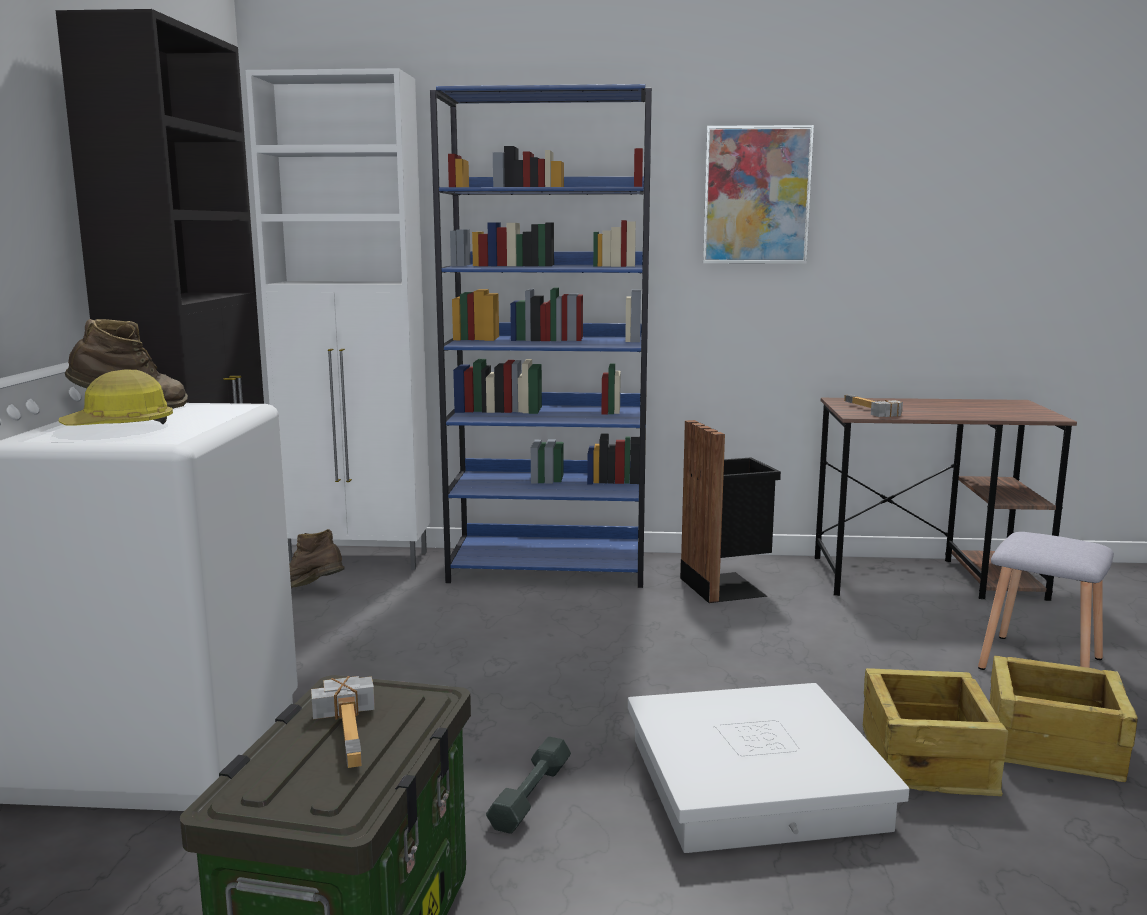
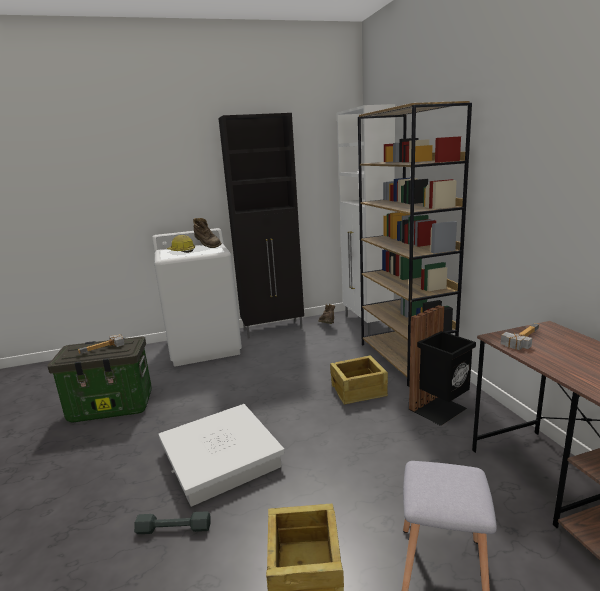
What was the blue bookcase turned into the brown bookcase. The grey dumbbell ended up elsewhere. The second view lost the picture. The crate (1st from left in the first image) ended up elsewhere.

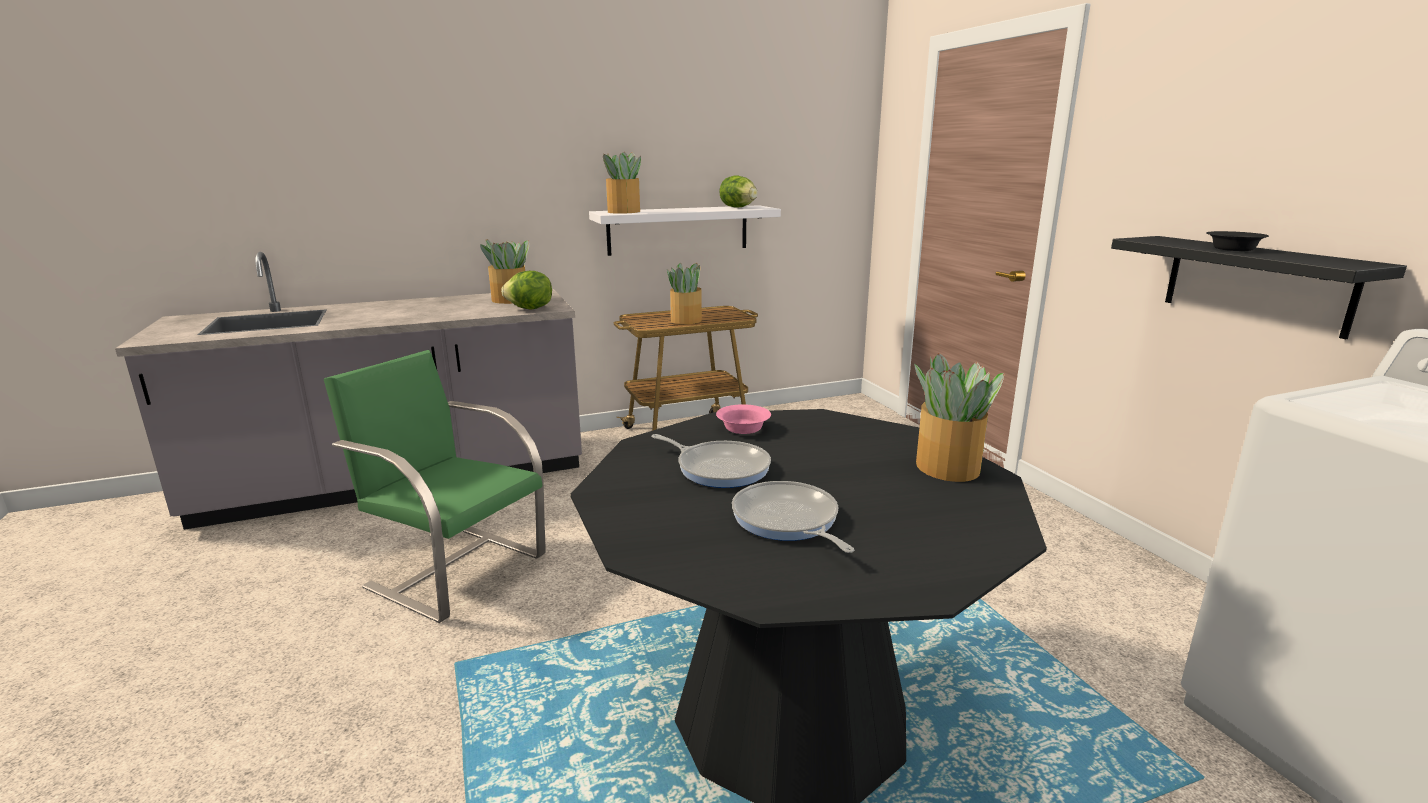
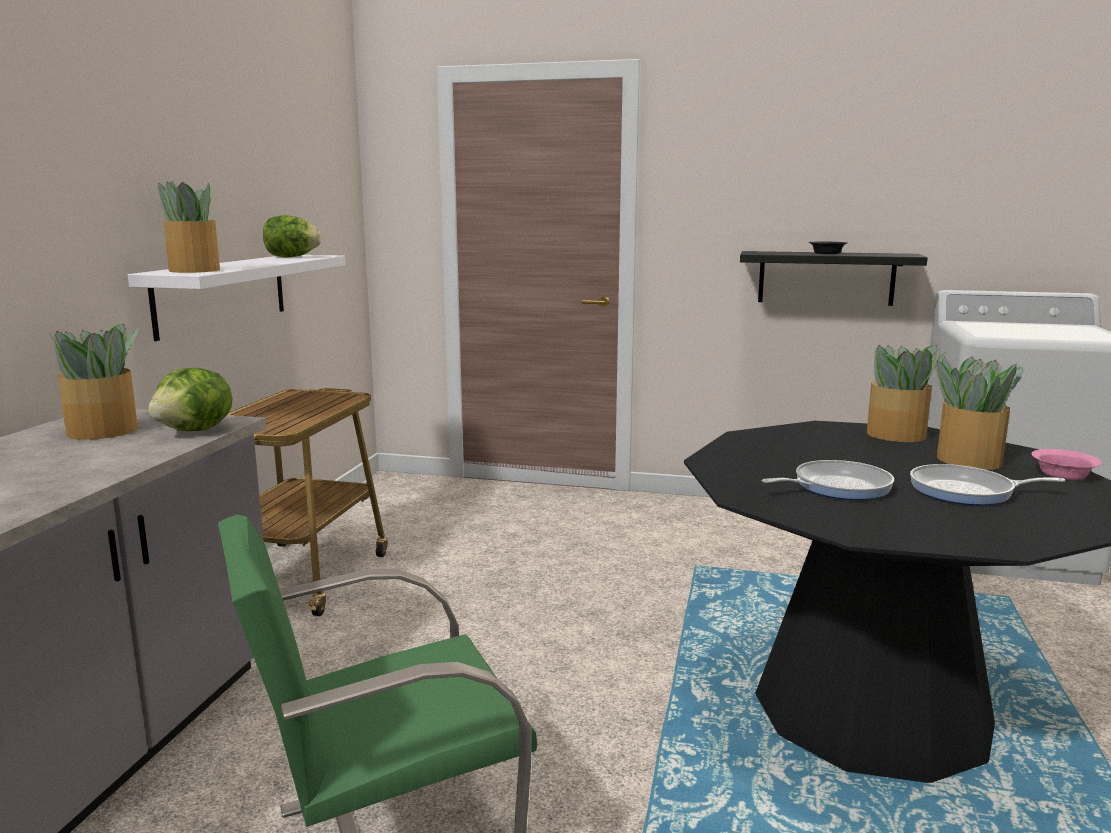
The potted plant (3rd from left in the first image) ended up elsewhere. The pink bowl ended up elsewhere.

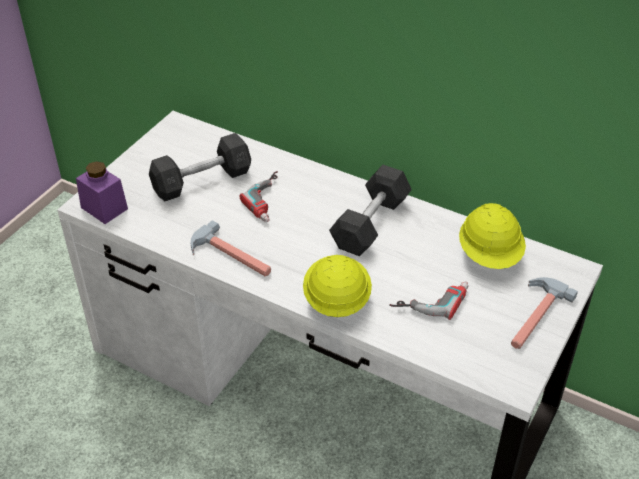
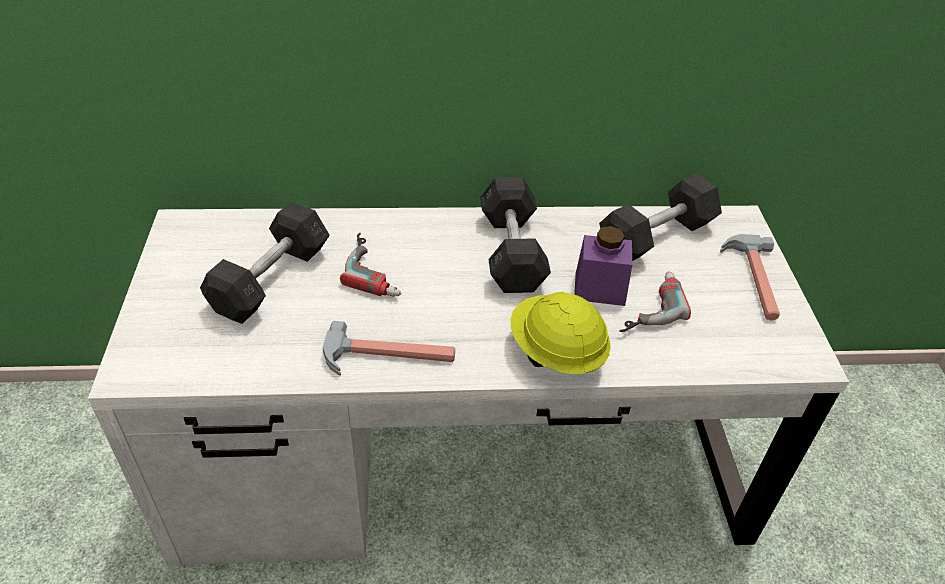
The purple jar ended up elsewhere. Where the yellow hard hat (2nd from left) stood, the grey dumbbell (3rd from left) came to stand.

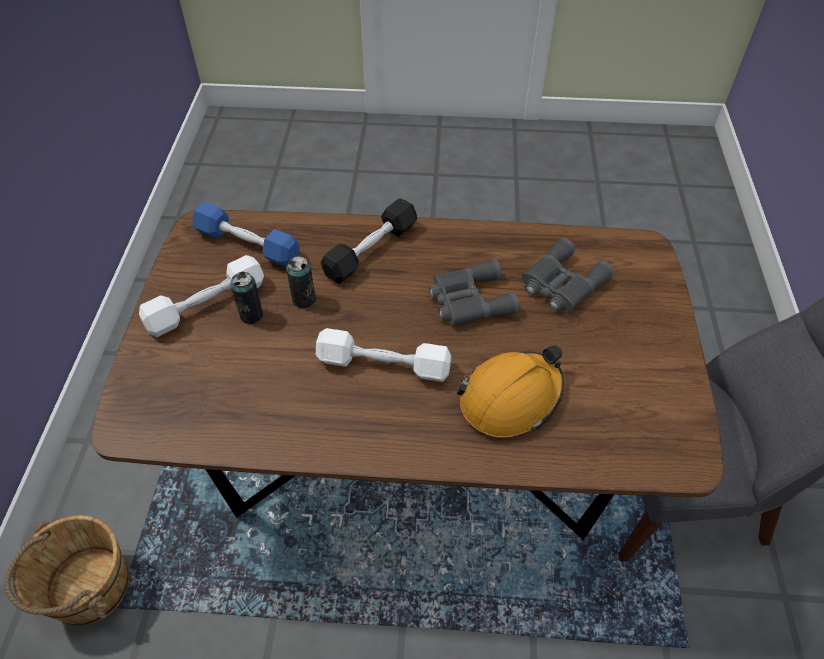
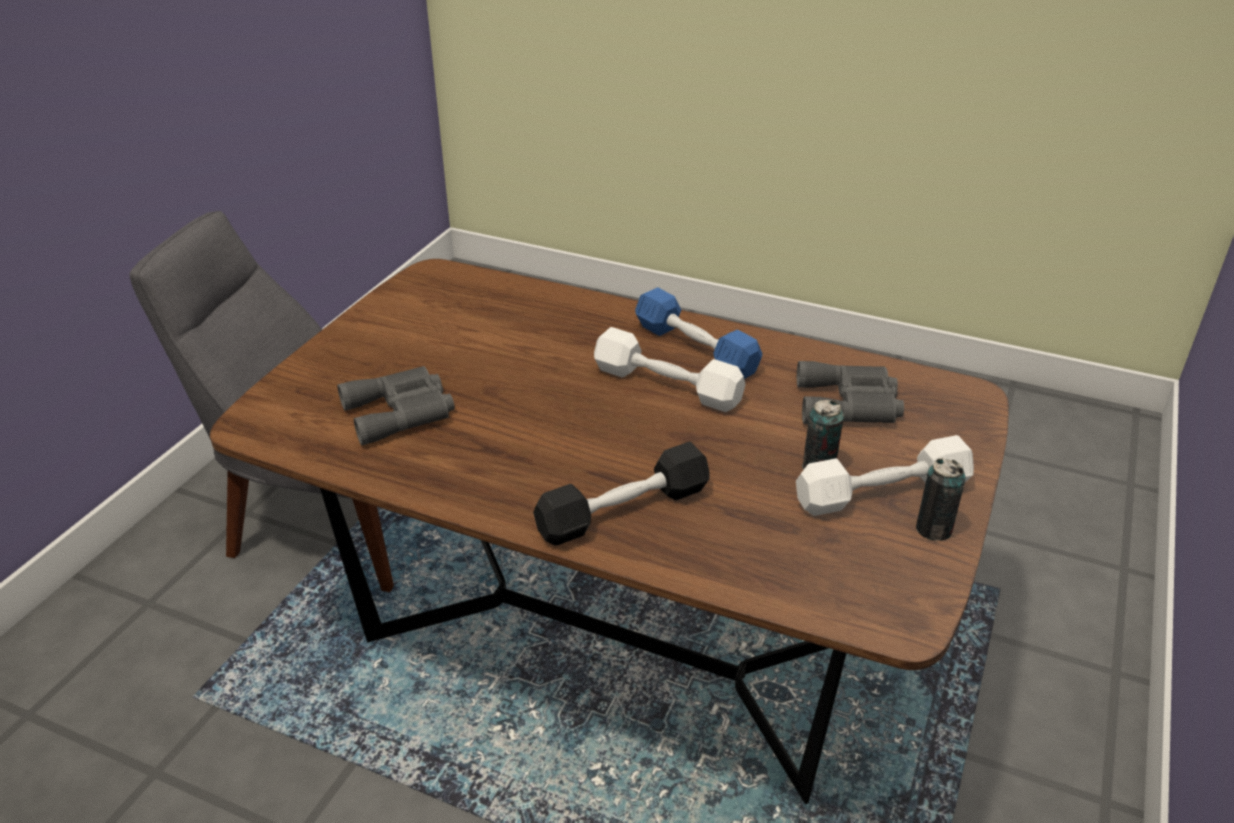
The second view lost the brown bucket. The blue dumbbell ended up elsewhere. The can (2nd from left) ended up elsewhere. The grey binoculars (1st from left in the first image) ended up elsewhere. The second view lost the orange hard hat.

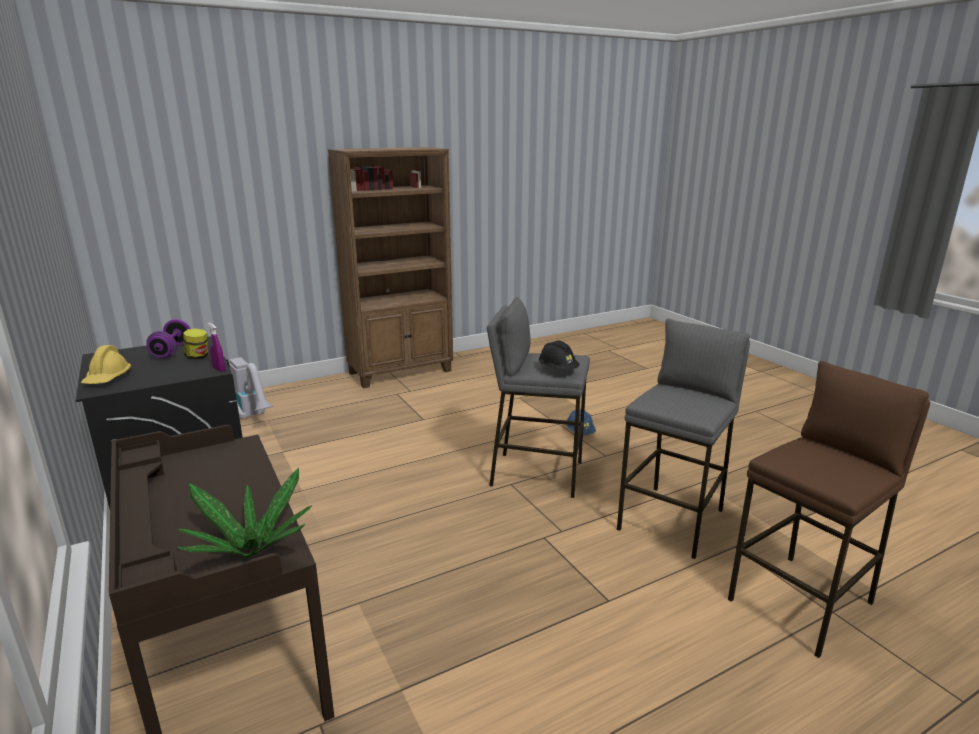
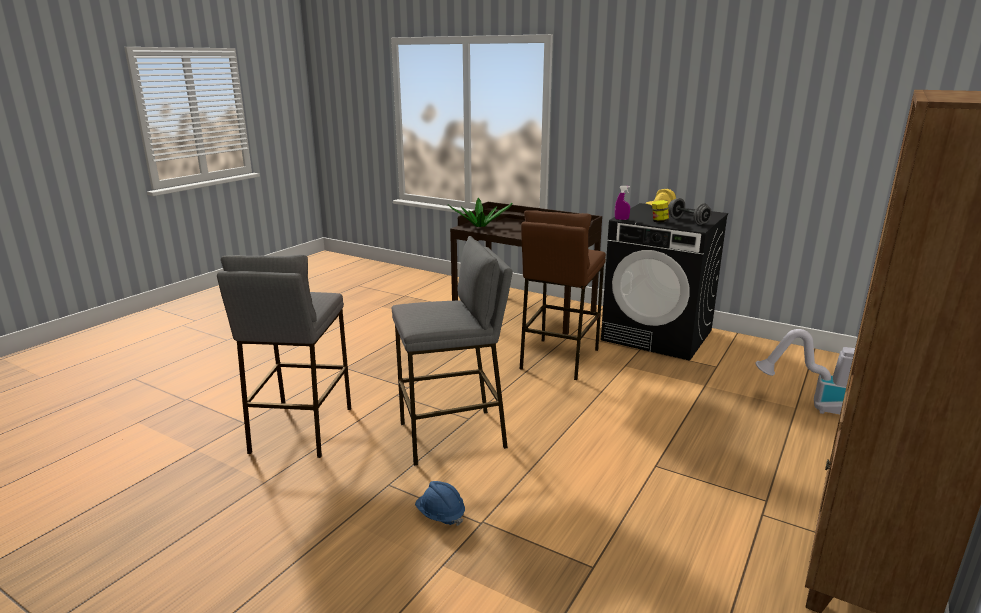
What was the purple dumbbell turned into the grey dumbbell. The second view lost the black hard hat. The brown stool ended up elsewhere.

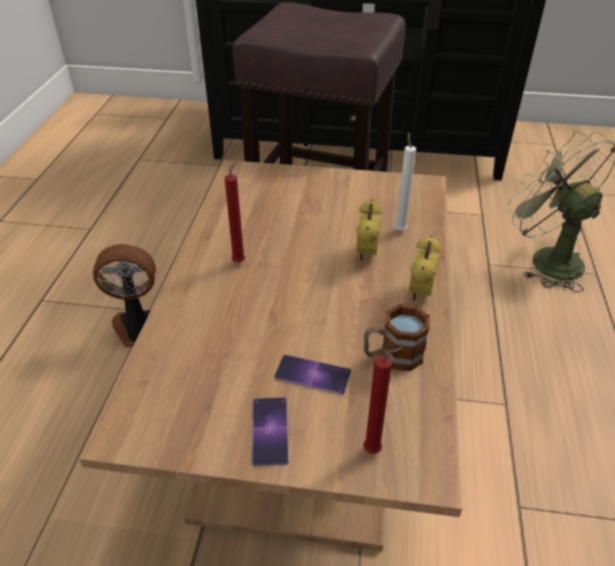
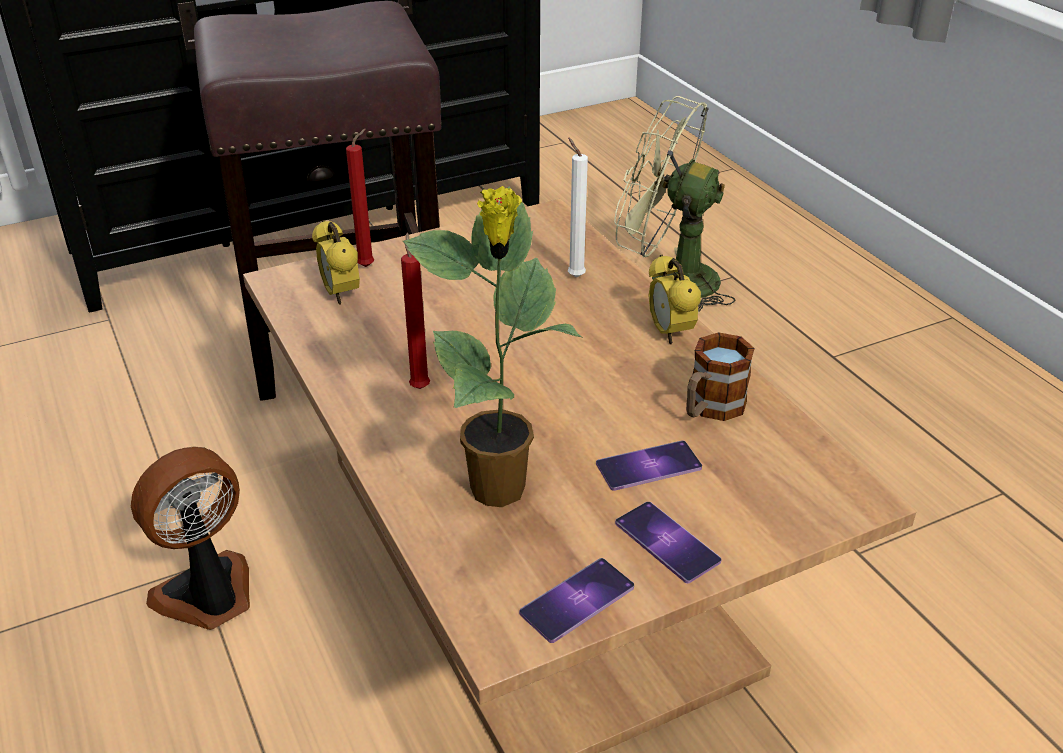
The alarm clock (1st from left) ended up elsewhere. The red candle (2nd from left in the first image) ended up elsewhere. The second view gained the potted plant. The second view gained the phone (1st from left).

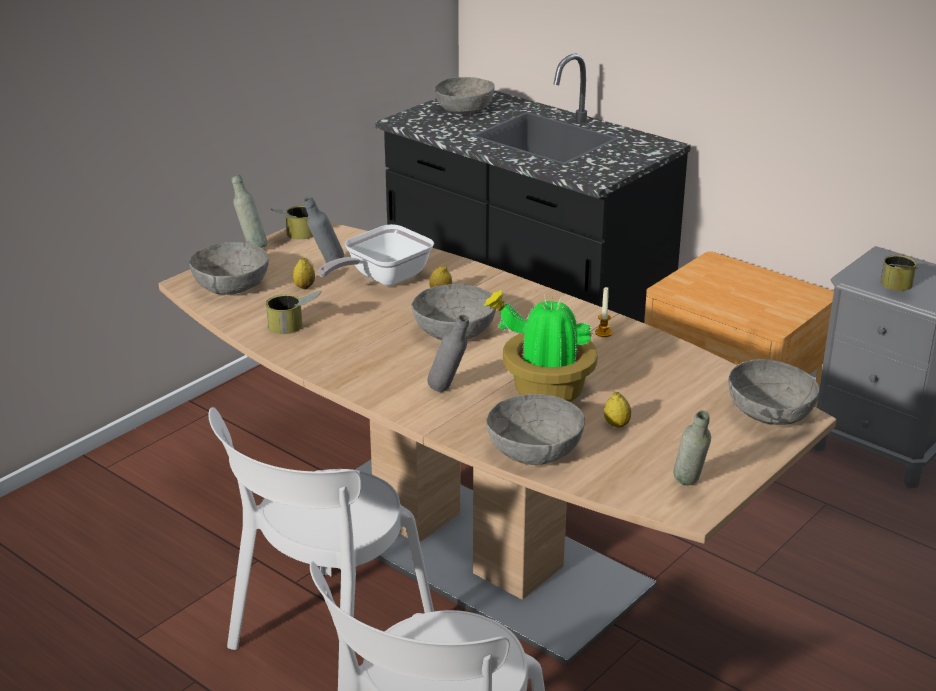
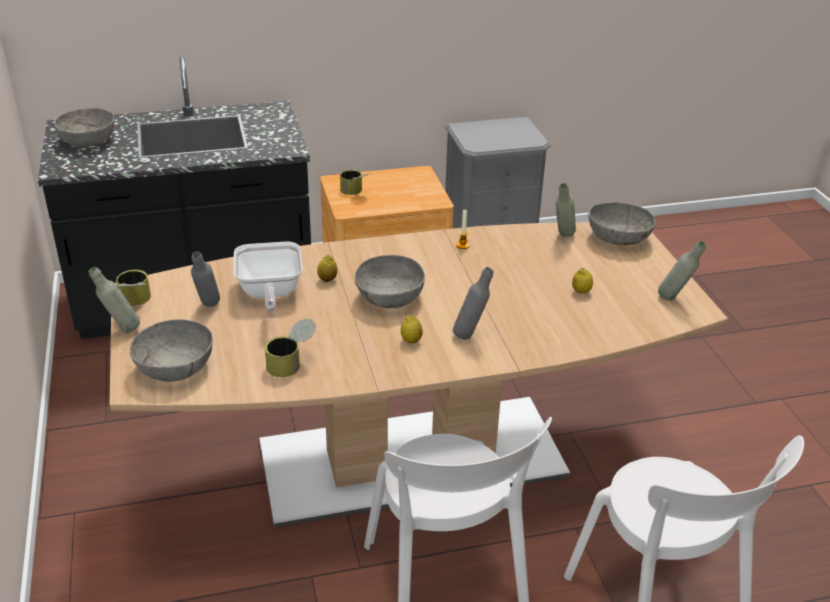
The lemon (1st from left in the first image) ended up elsewhere. The second view lost the potted plant. The second view lost the grey bowl (4th from left). The can (3rd from left) ended up elsewhere. The second view gained the grey bottle (4th from left).

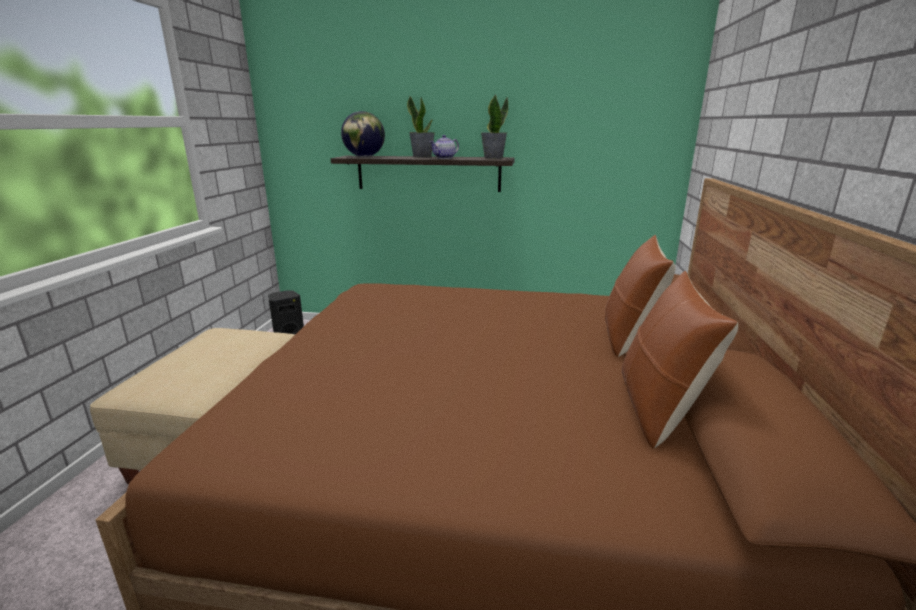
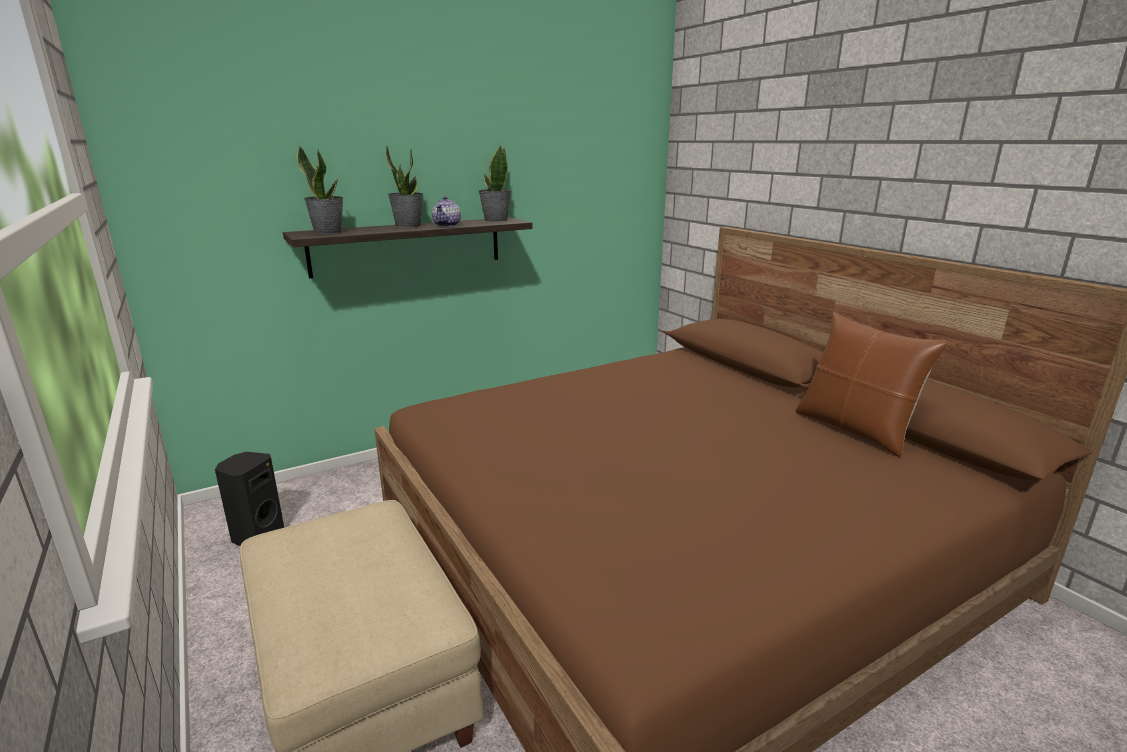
Where the globe stood, the potted plant (1st from left) came to stand. The second view lost the brown pillow (1st from left).

